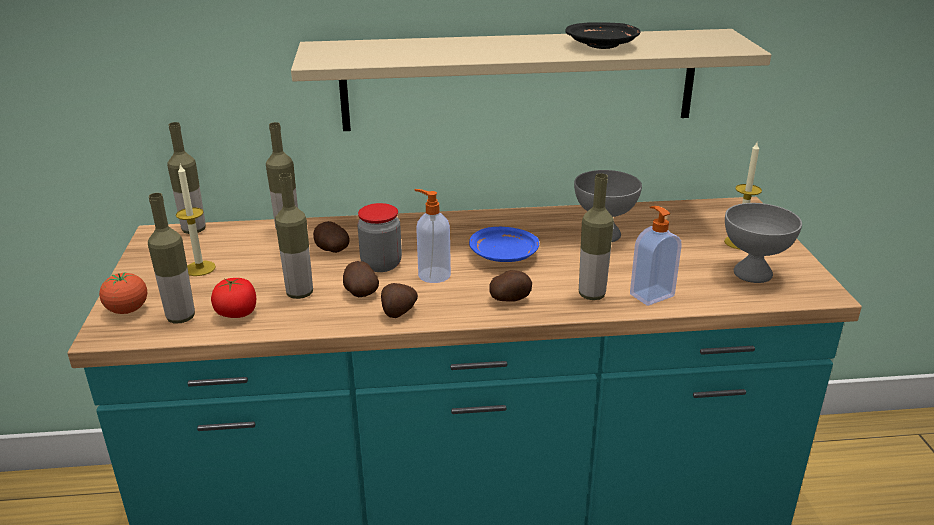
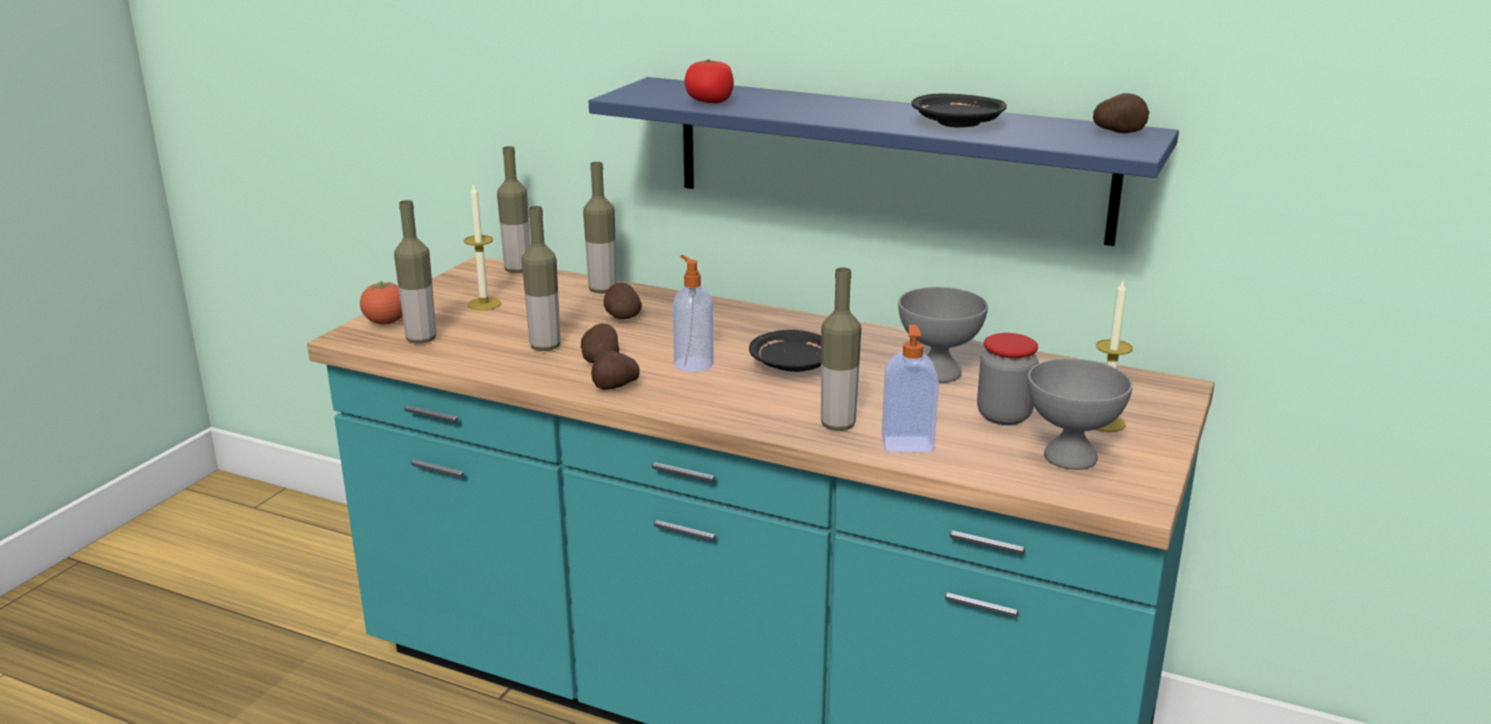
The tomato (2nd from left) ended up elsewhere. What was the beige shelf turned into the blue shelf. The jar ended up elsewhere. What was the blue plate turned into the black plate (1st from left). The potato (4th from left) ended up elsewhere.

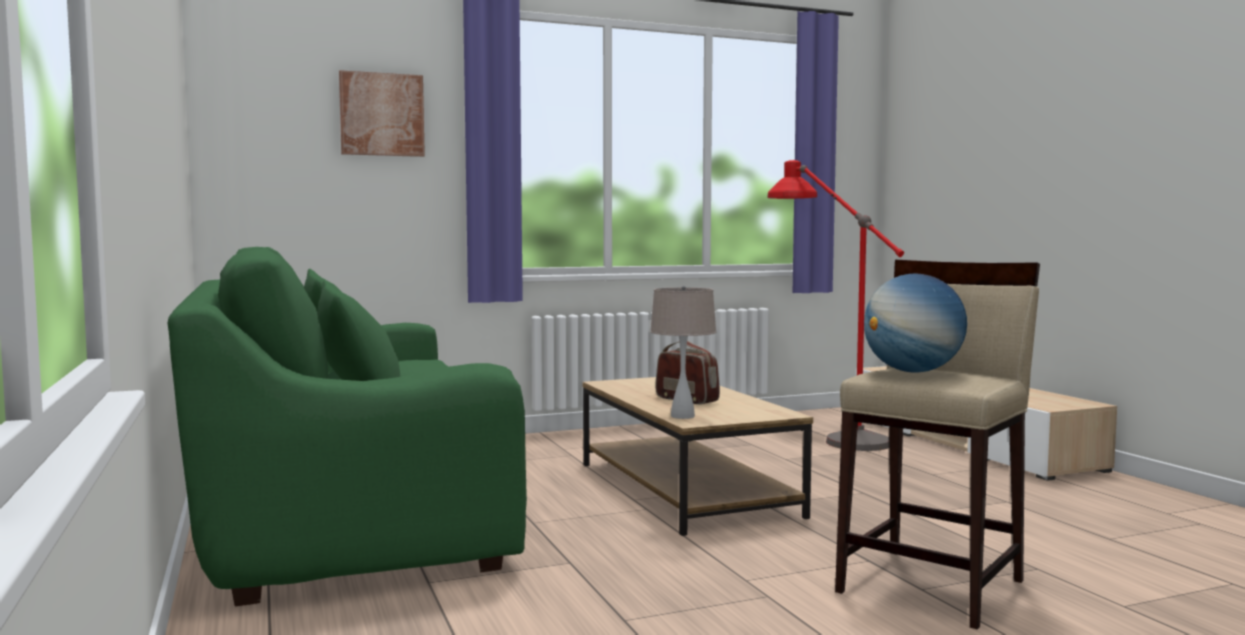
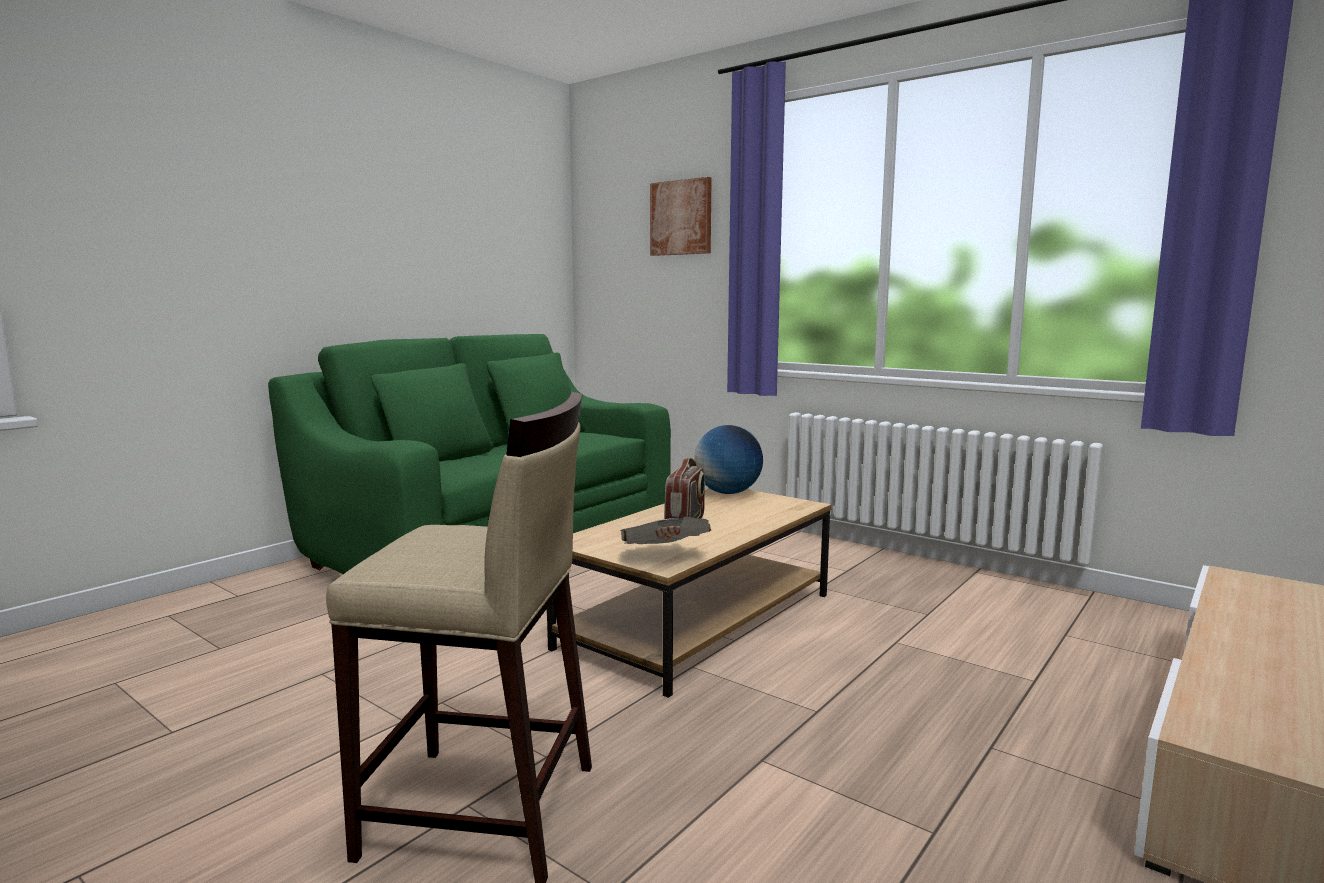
The second view lost the beige table lamp. The second view lost the red floor lamp. The globe ended up elsewhere. The second view gained the newspaper.

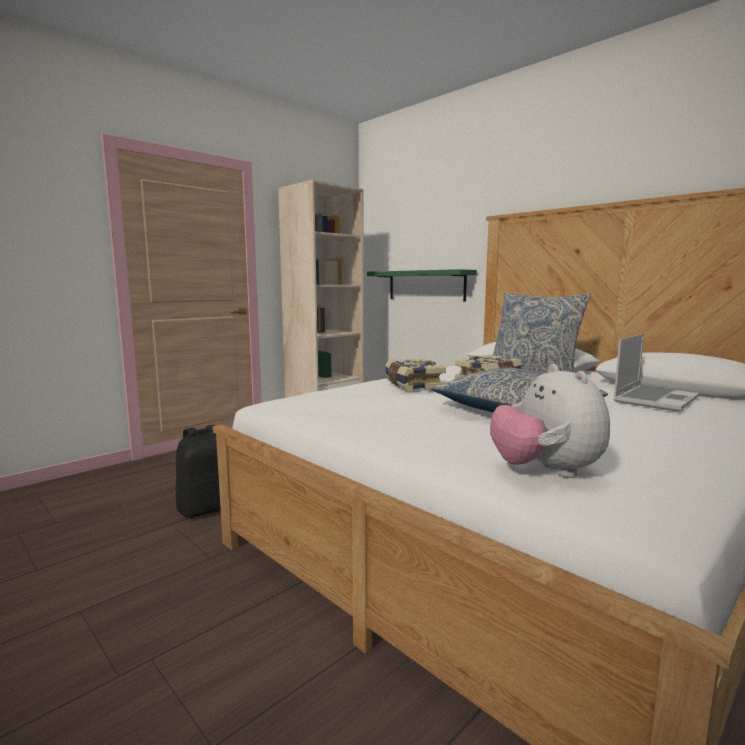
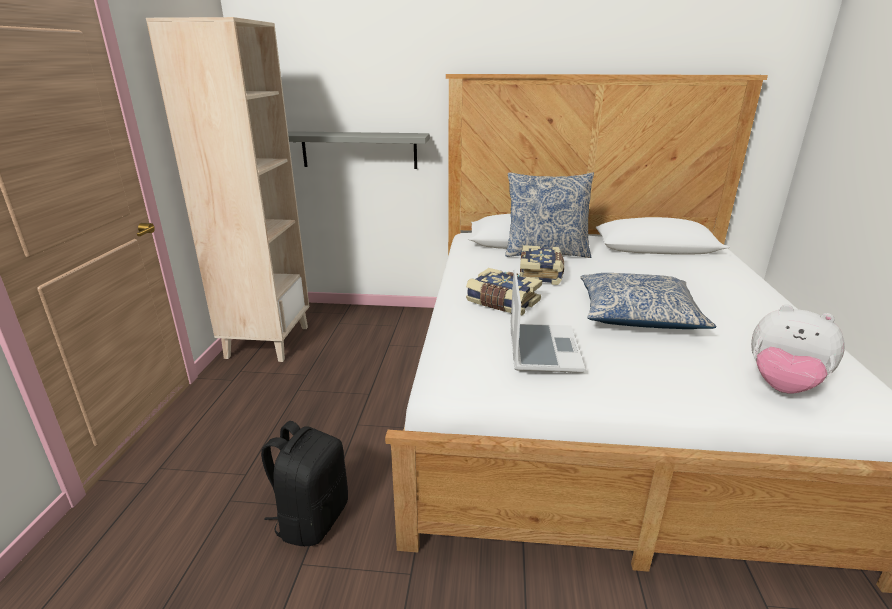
What was the green shelf turned into the grey shelf. The laptop ended up elsewhere.

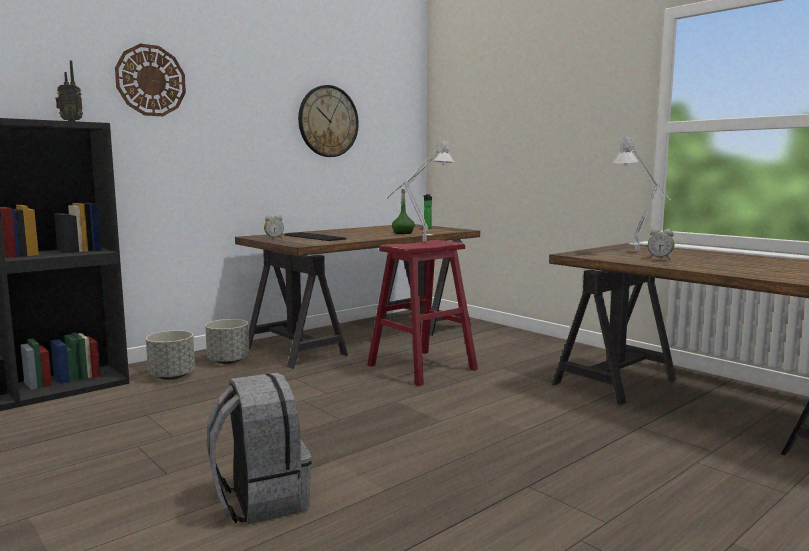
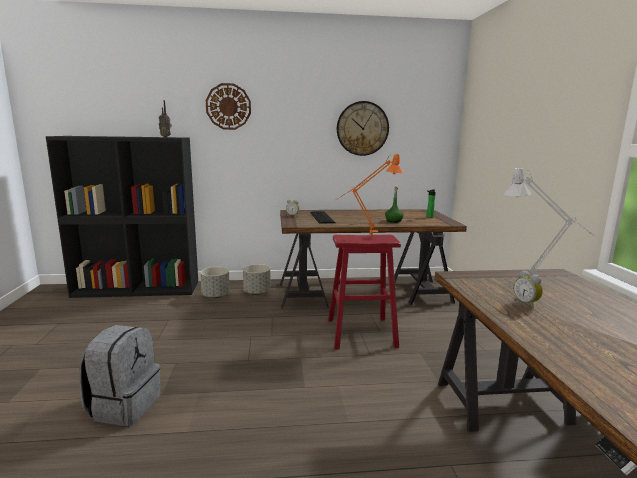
What was the grey table lamp (1st from left) turned into the orange table lamp.

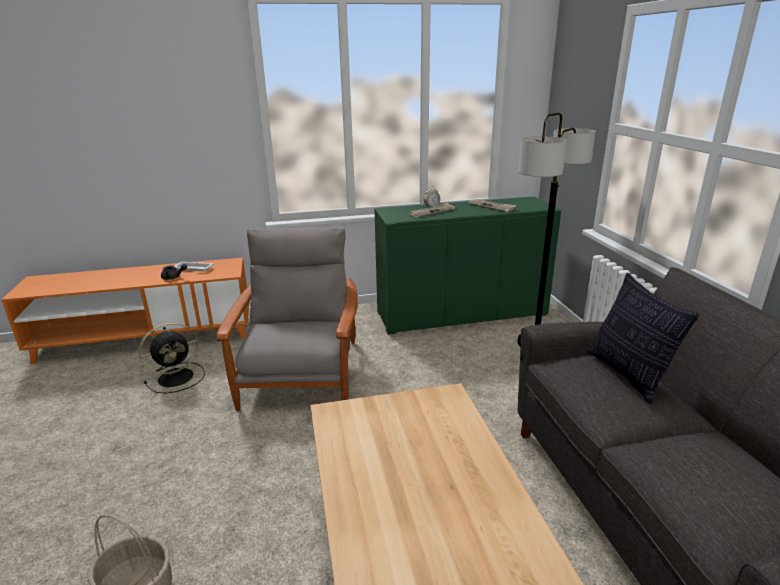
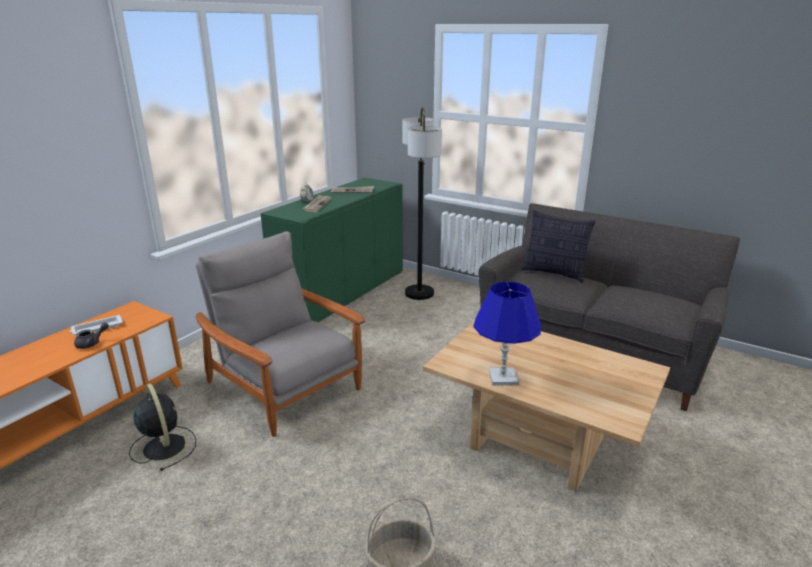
The black fan ended up facing another way, 45 degrees counterclockwise from before. The second view gained the blue table lamp.

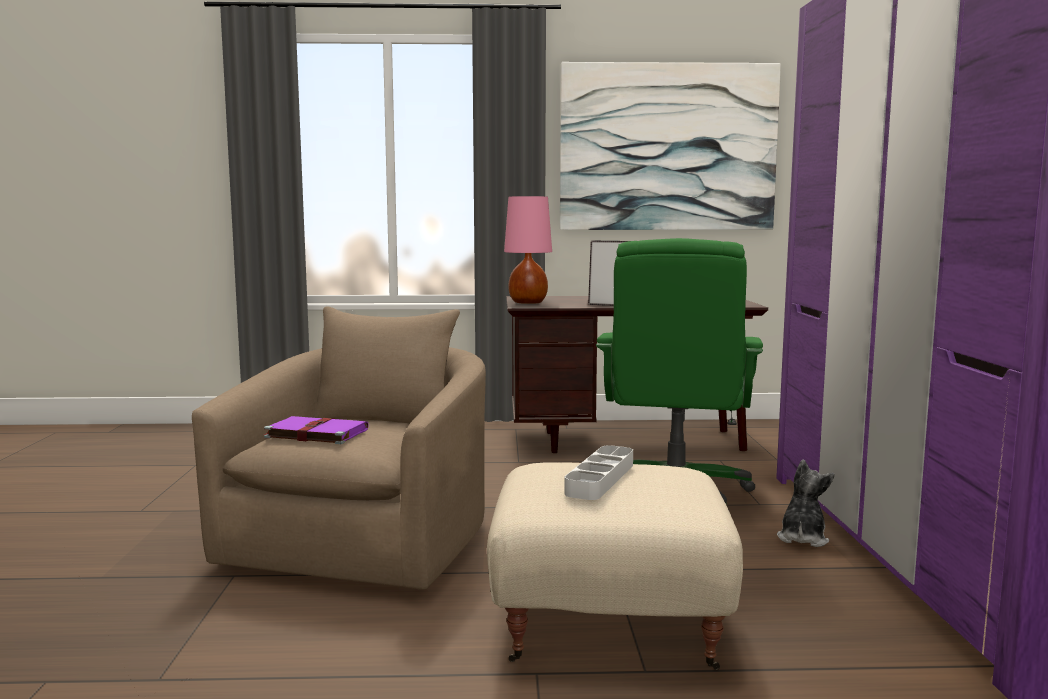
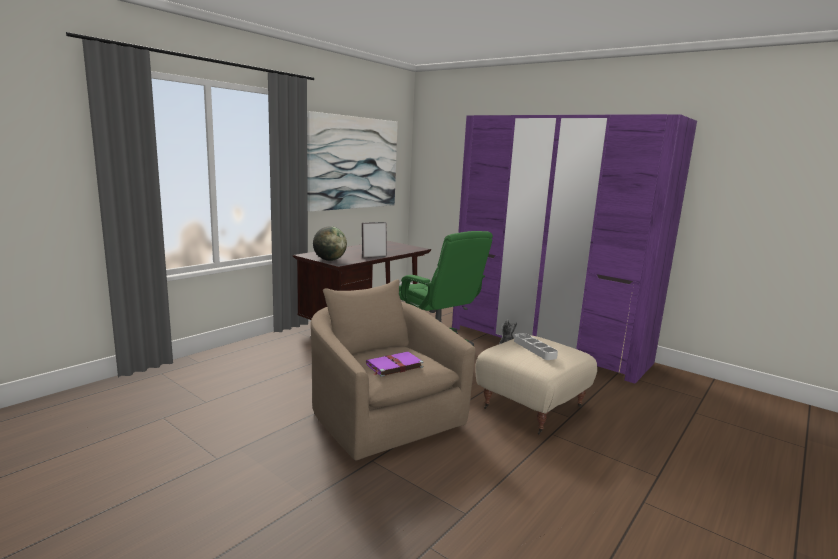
Where the pink table lamp stood, the globe came to stand.

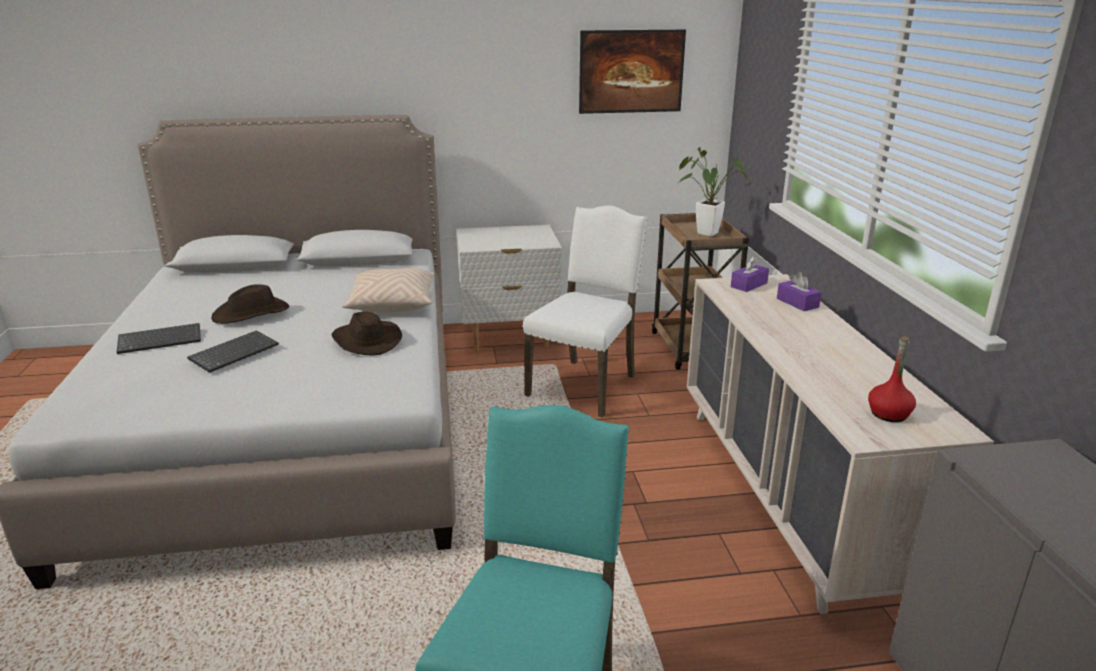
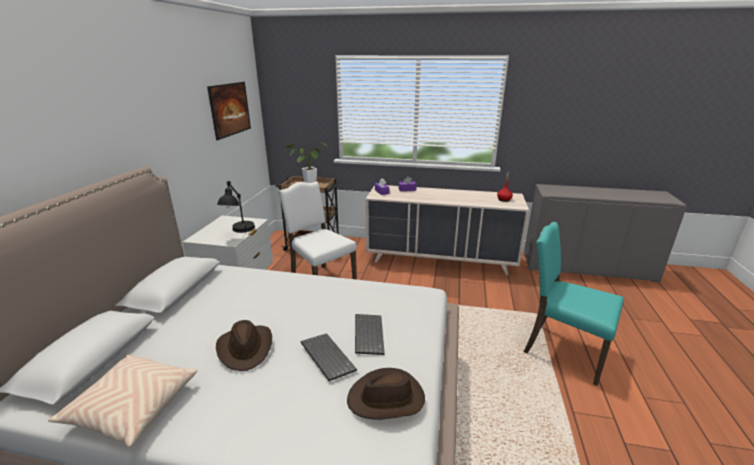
The keyboard (1st from left in the first image) ended up elsewhere. The brown hat (2nd from left) ended up elsewhere. The beige pillow ended up elsewhere. The second view gained the black table lamp.

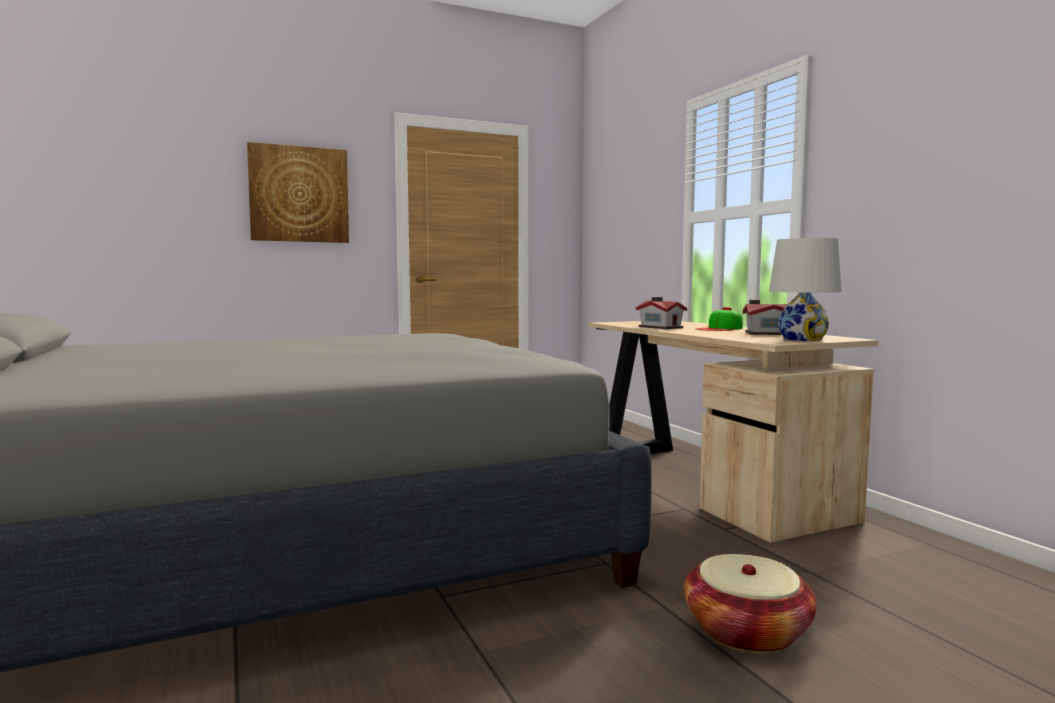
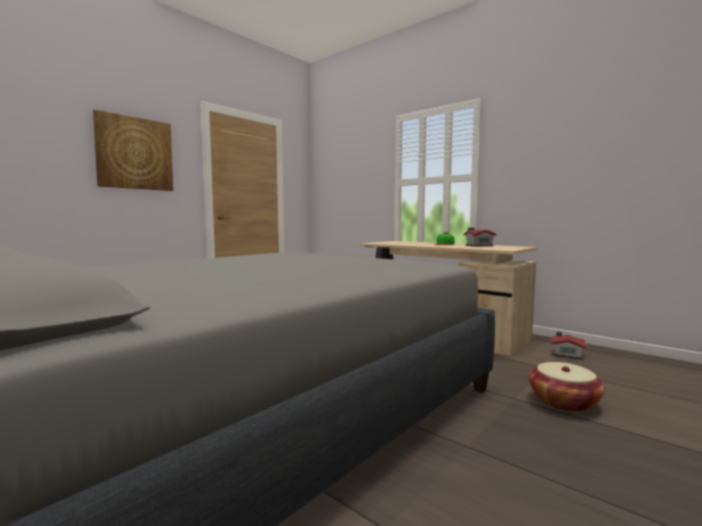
The toy house (1st from left in the first image) ended up elsewhere. The second view lost the white table lamp.

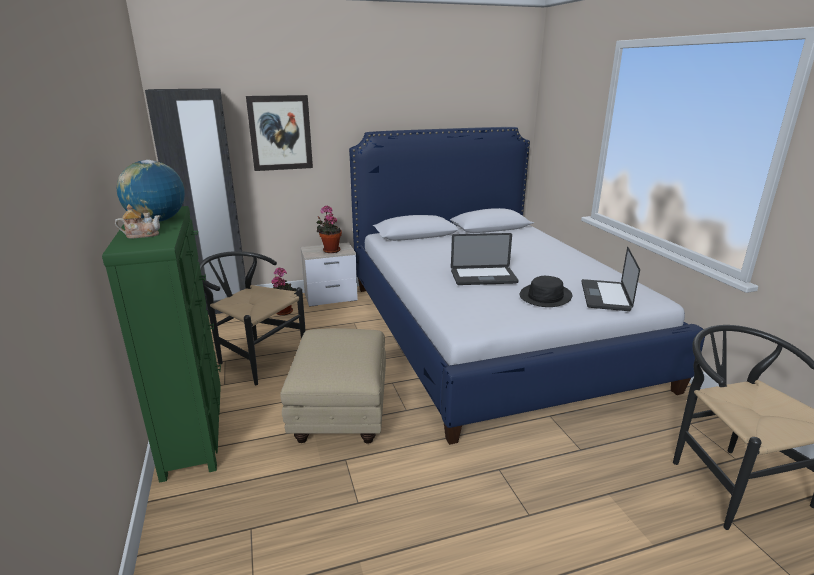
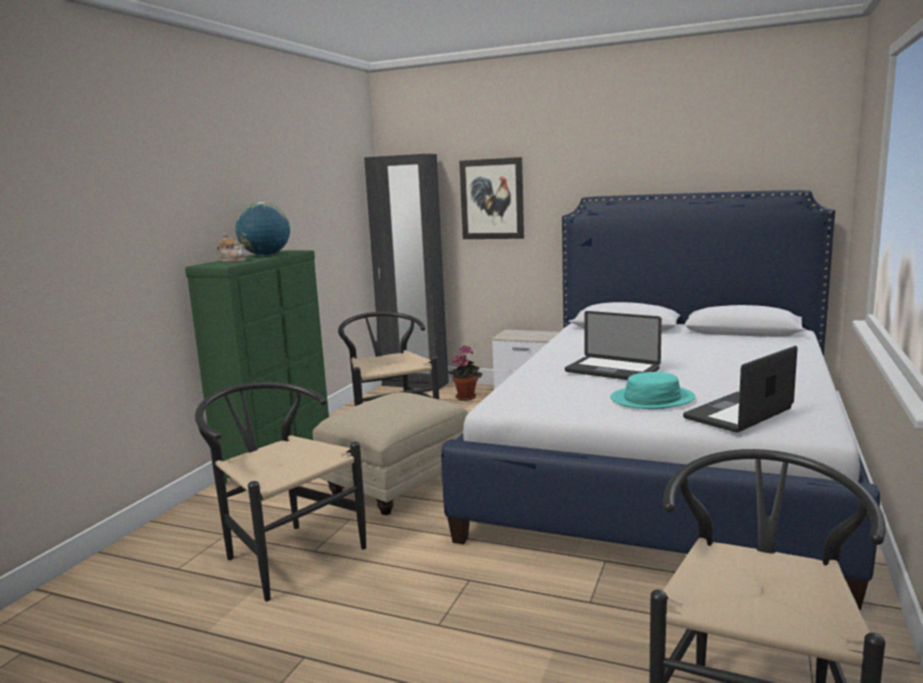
The second view lost the potted plant (2nd from left). What was the black hat turned into the turquoise hat. The second view gained the black chair (1st from left).

